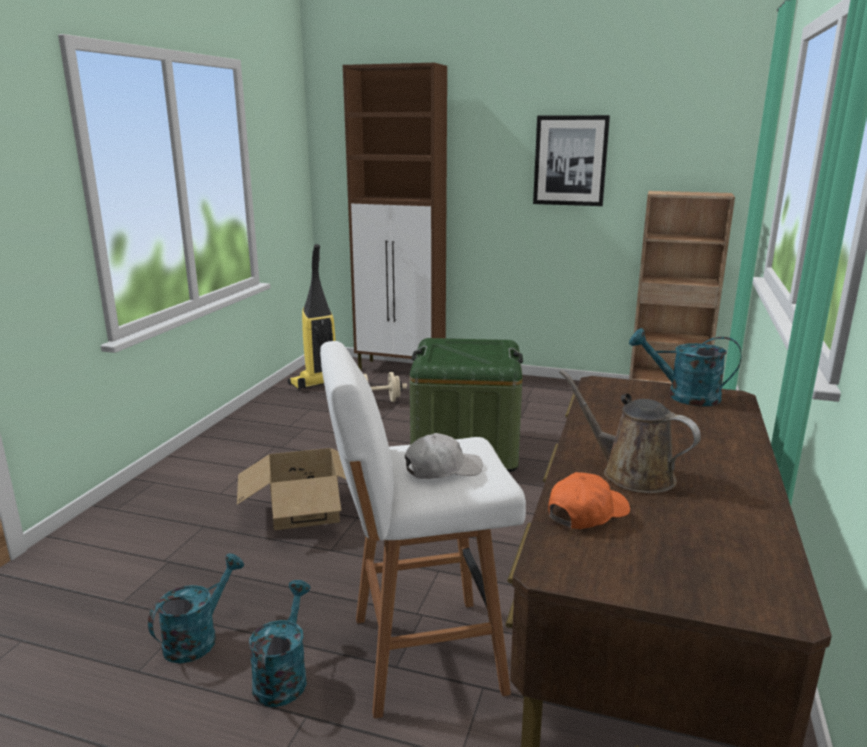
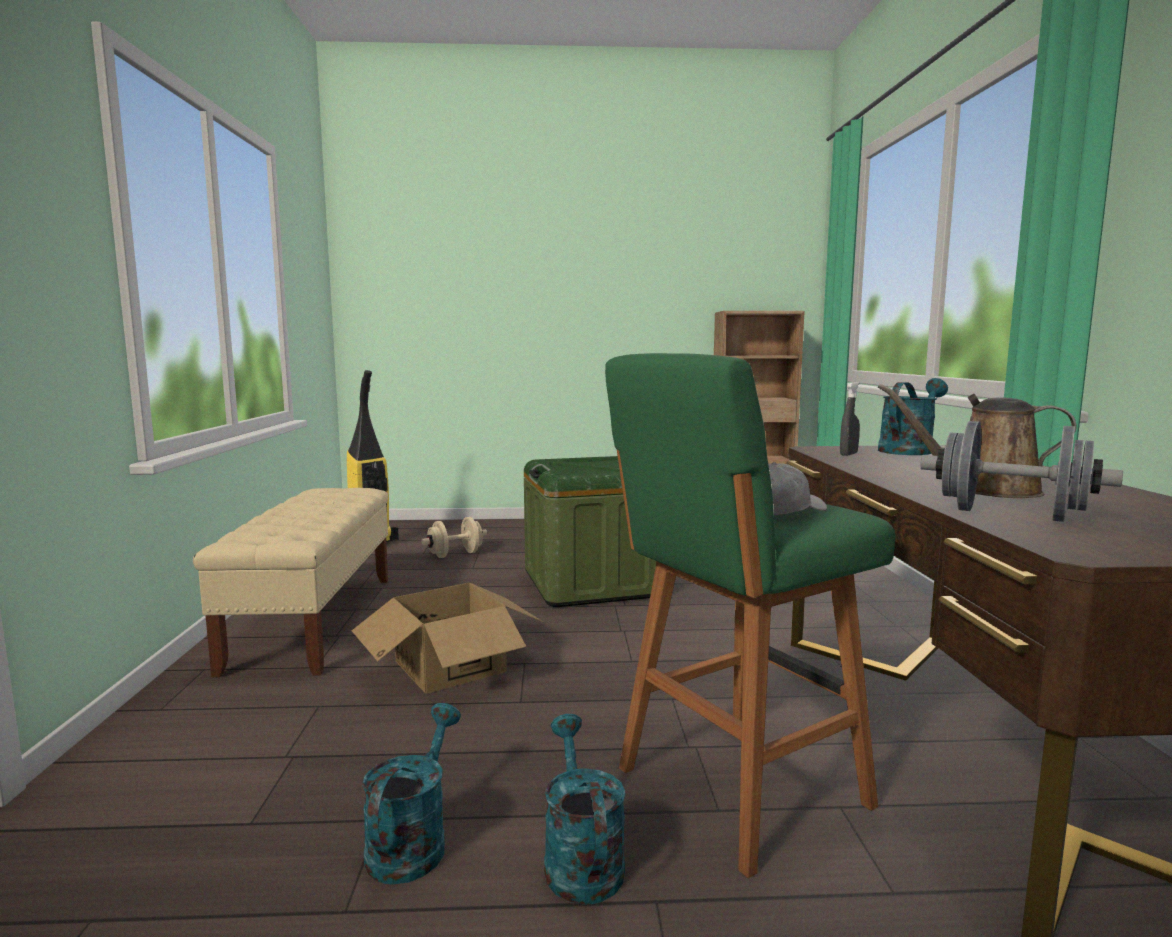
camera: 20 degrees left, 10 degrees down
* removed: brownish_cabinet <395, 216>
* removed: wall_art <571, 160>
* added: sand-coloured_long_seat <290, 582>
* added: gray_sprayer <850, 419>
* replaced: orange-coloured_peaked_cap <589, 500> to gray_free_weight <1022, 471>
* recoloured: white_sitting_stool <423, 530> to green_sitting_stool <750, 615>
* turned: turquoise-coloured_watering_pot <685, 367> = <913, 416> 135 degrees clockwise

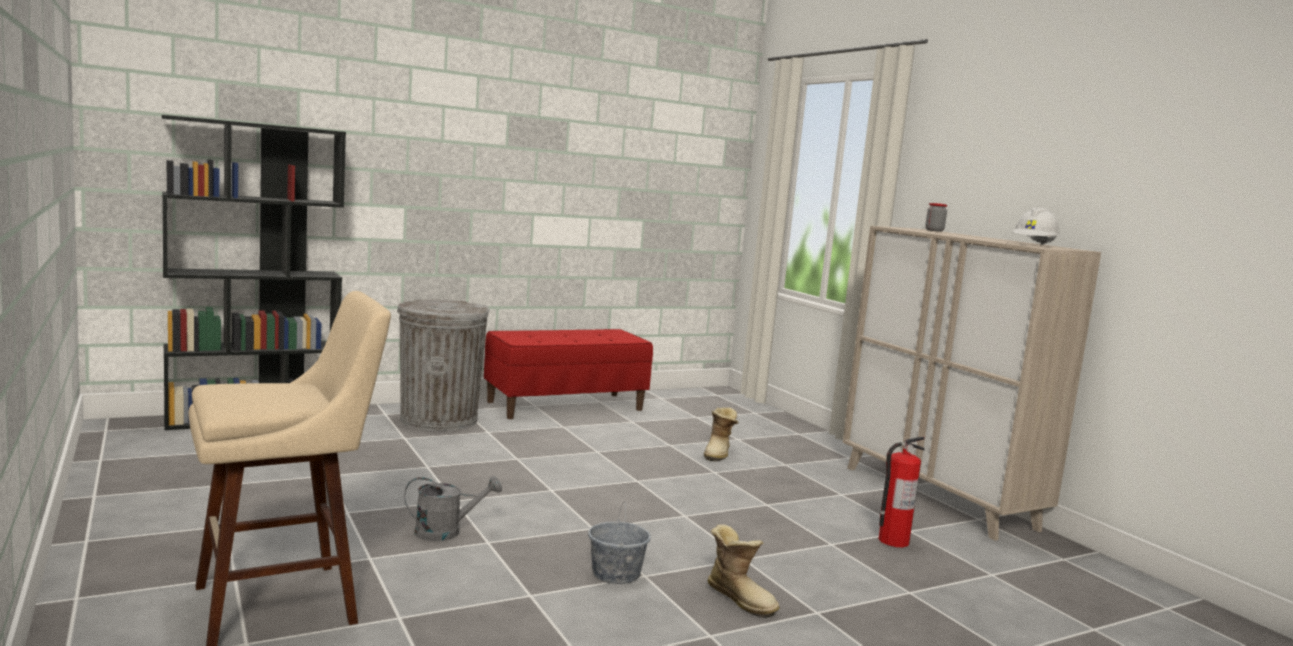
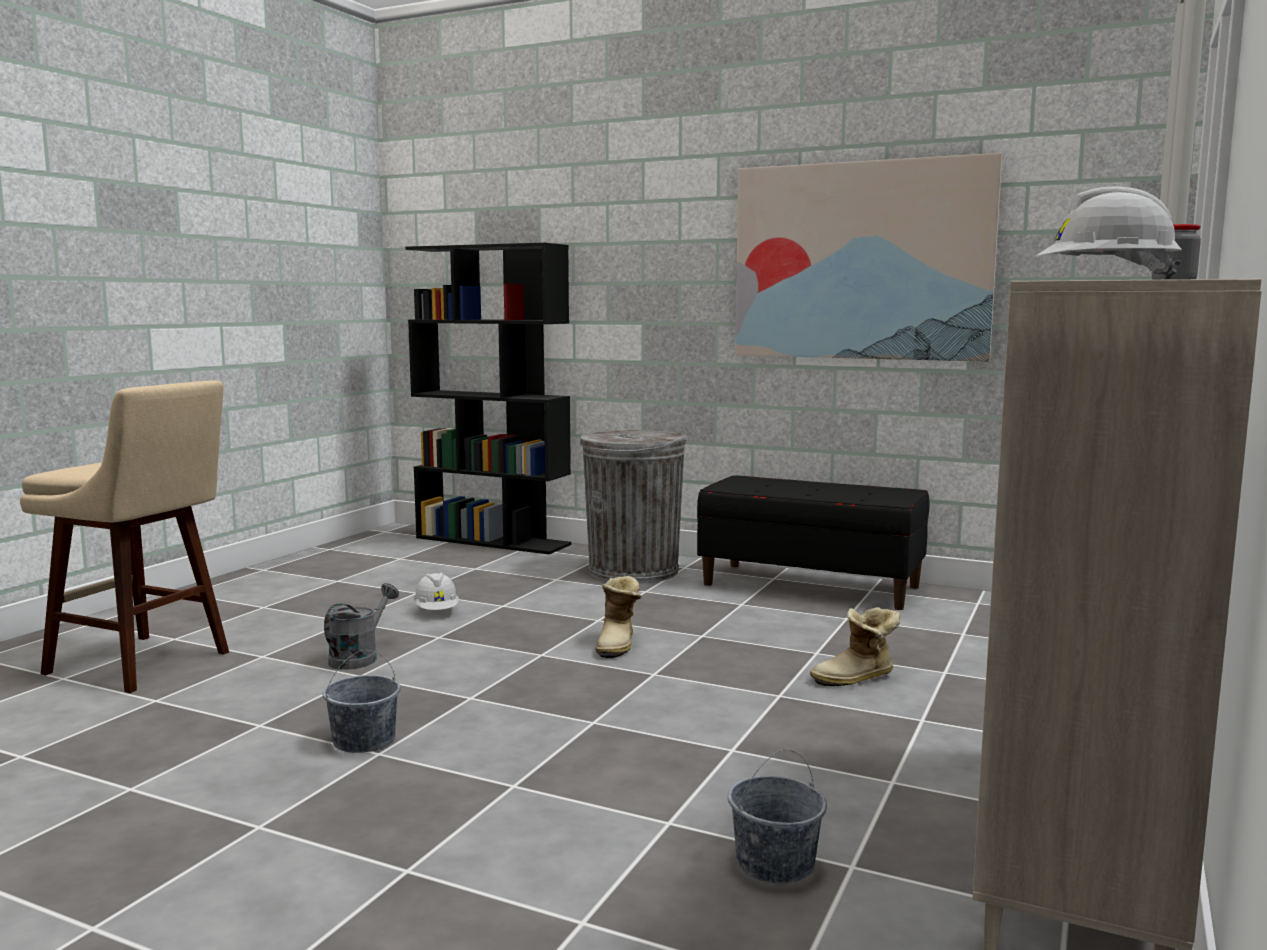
camera: 55 degrees right, 0 degrees up
* added: white_work_helmet <436, 591>
* added: wall_art <868, 257>
* moved: boot <744, 571> to <619, 617>
* replaced: fire-fighting_cylinder <901, 491> to gray_pail <777, 816>
* recoloured: reddish_long_seat <568, 374> to black-coloured_long_seat <813, 542>
* turned: gray_watering_pot <453, 508> = <361, 626> 105 degrees counterclockwise

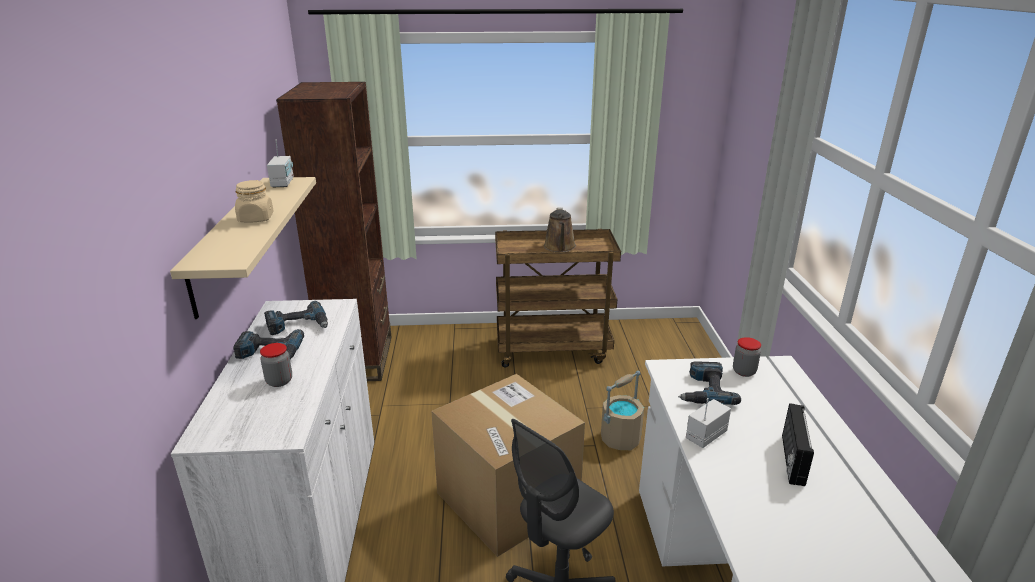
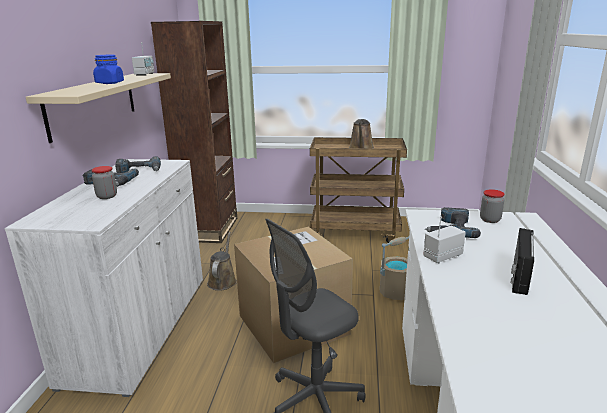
camera: 10 degrees right, 5 degrees down
* added: brownish_watering_pot <222, 261>
* recoloured: sand-coloured_preserve_jar <254, 201> to blue-coloured_preserve_jar <108, 69>

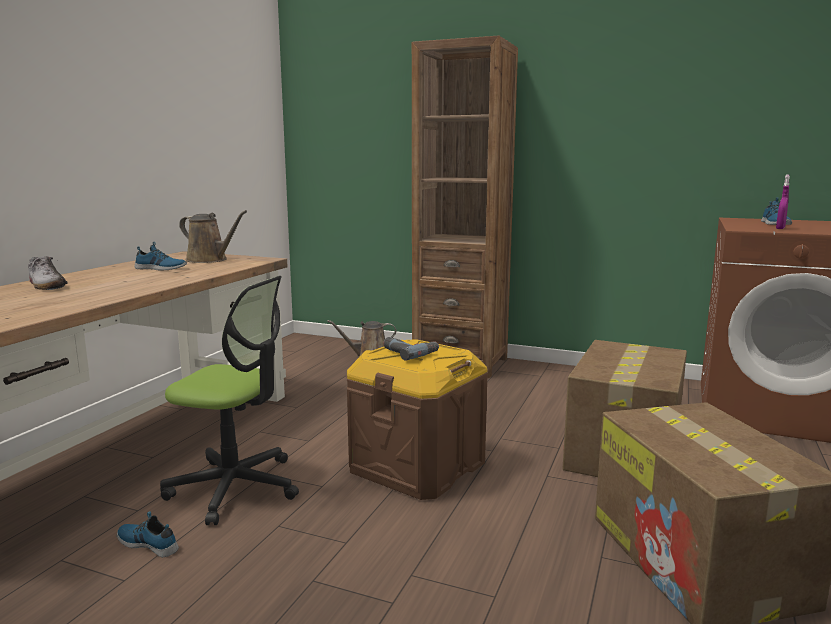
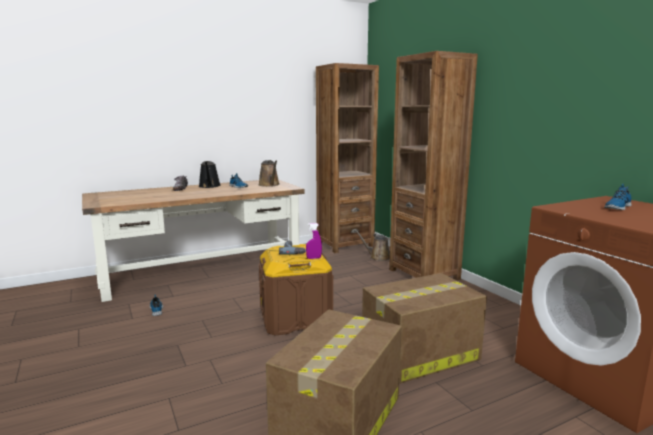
camera: 40 degrees right, 0 degrees up
* removed: office_chair <229, 400>
* added: black-coloured_watering_pot <210, 174>
* added: brownish_bookcase <347, 158>
* moved: purple_sprayer <783, 202> to <314, 241>

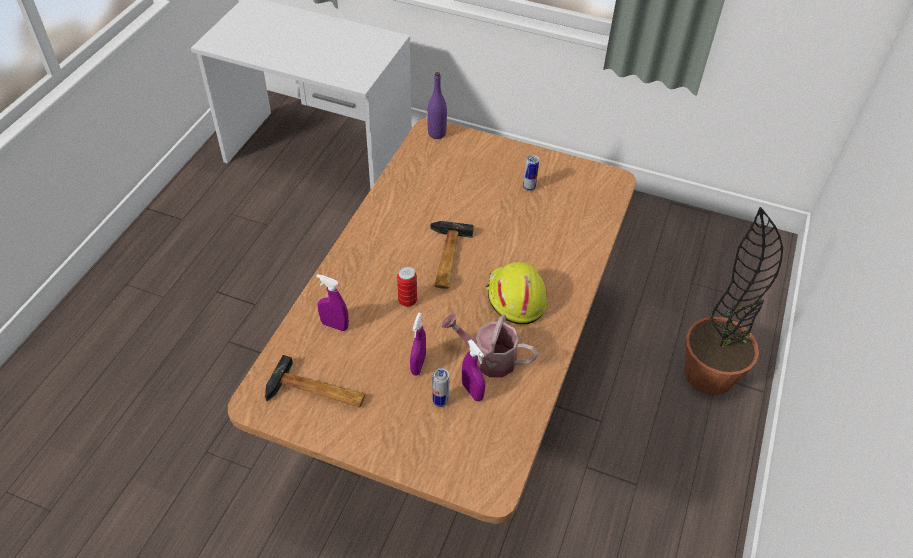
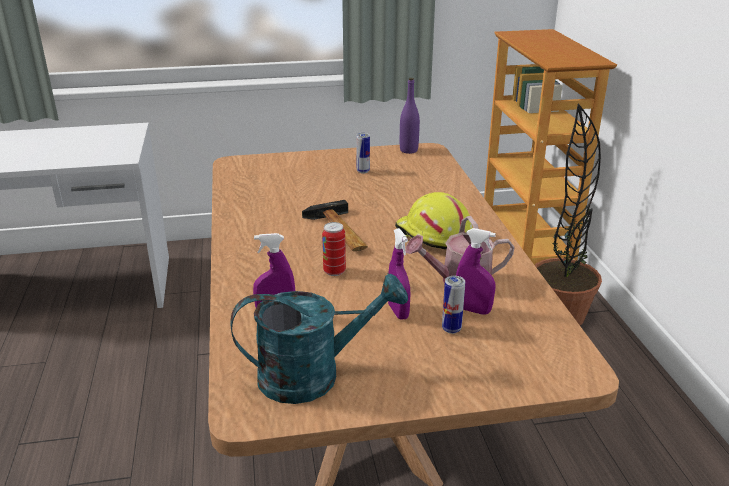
camera: 30 degrees left, 20 degrees down
* added: bookcase <550, 147>
* moved: purple_drink_bottle <437, 105> to <410, 116>
* replaced: tool_hammer <315, 381> to turquoise-coloured_watering_pot <319, 338>

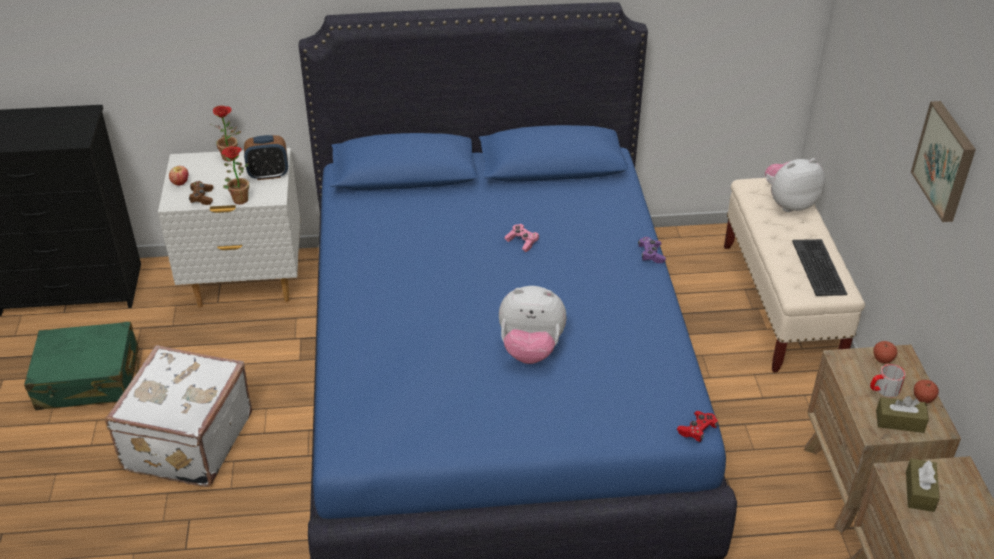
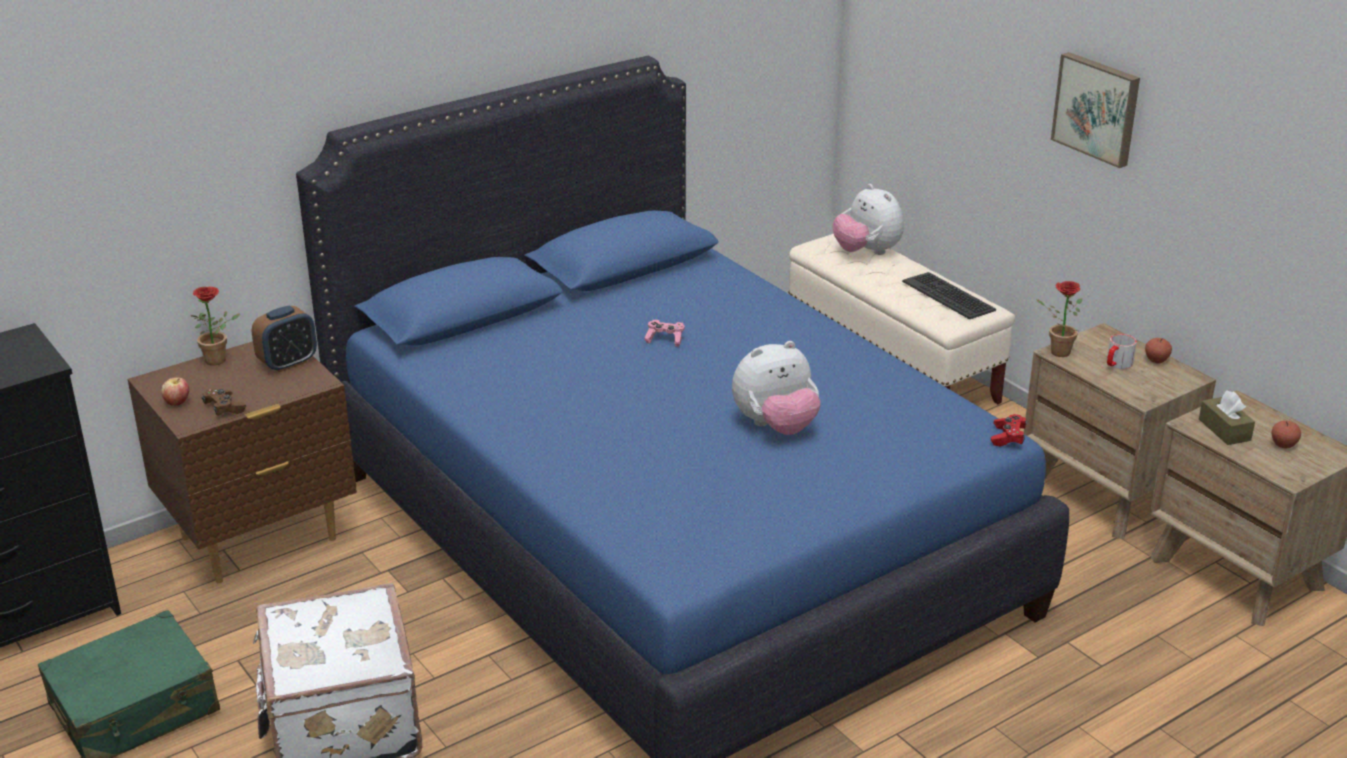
camera: 30 degrees left, 10 degrees down
* removed: purple_gamepad <652, 250>
* removed: brownish_box_of_tissues <902, 414>
* moved: plant_in_a_pot <235, 175> to <1059, 319>
* moved: apple_fruit <885, 352> to <1286, 435>
* recoloured: white_bedside_table <229, 228> to brownish_bedside_table <242, 462>
* turned: plush_toy <795, 185> = <868, 219> 75 degrees counterclockwise

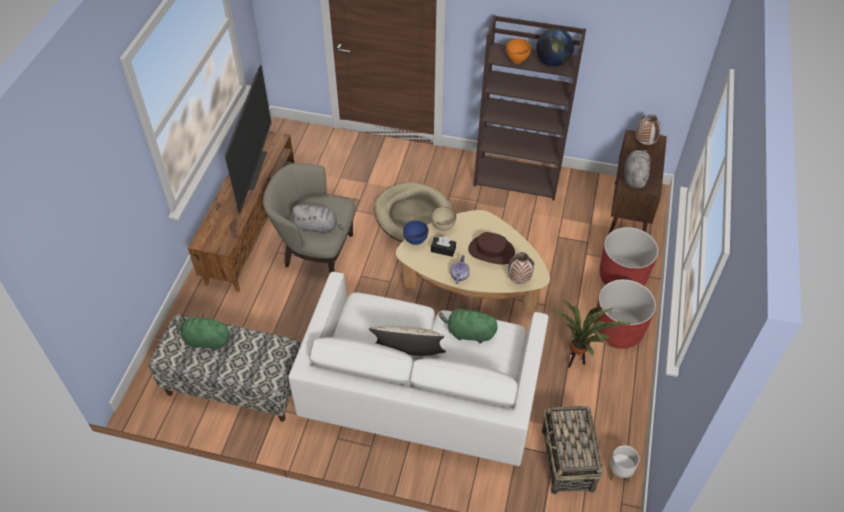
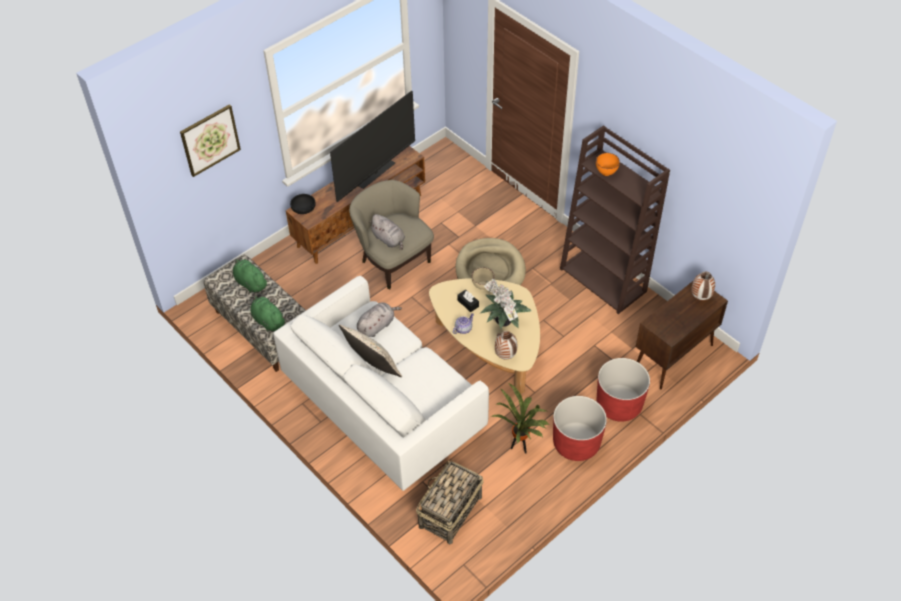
camera: 35 degrees right, 0 degrees up
* removed: blue-coloured_deep_dish <415, 232>
* removed: world_globe <555, 47>
* removed: white_planter <624, 464>
* added: wall_art <210, 140>
* added: black-coloured_deep_dish <303, 204>
* moved: green_plush_toy <468, 325> to <268, 313>
* moved: gray_plush_toy <638, 169> to <379, 319>
* replaced: brownish_hat <491, 248> to plant_in_a_pot <506, 304>

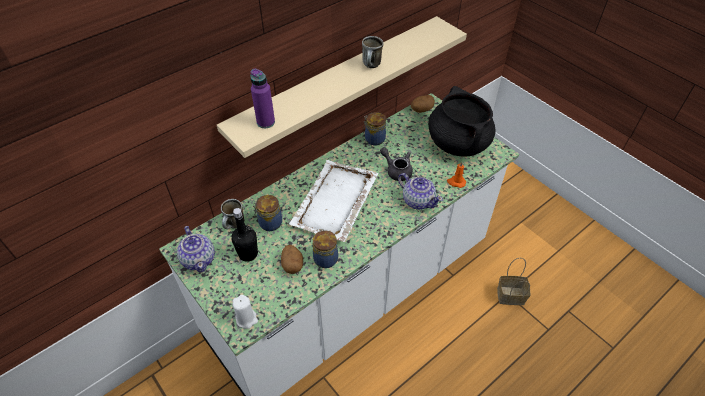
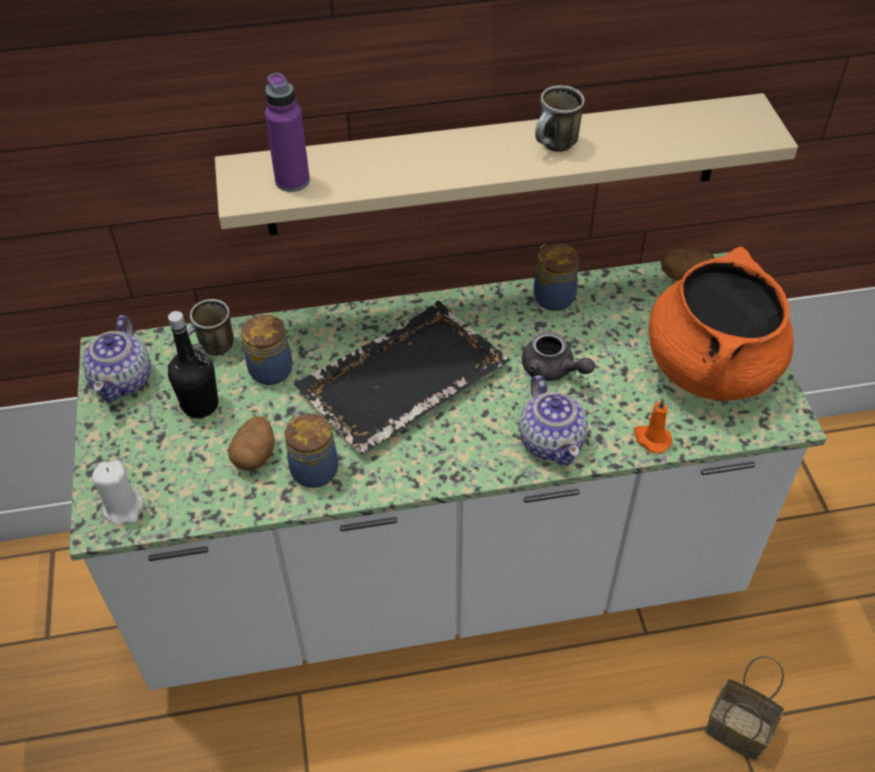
camera: 30 degrees right, 0 degrees up
* recoloured: white_tray <333, 201> to black-coloured_tray <402, 378>
* recoloured: black-coloured_saucepot <462, 121> to orange-coloured_saucepot <721, 324>
* turned: gray_teapot <396, 164> = <558, 356> 150 degrees clockwise

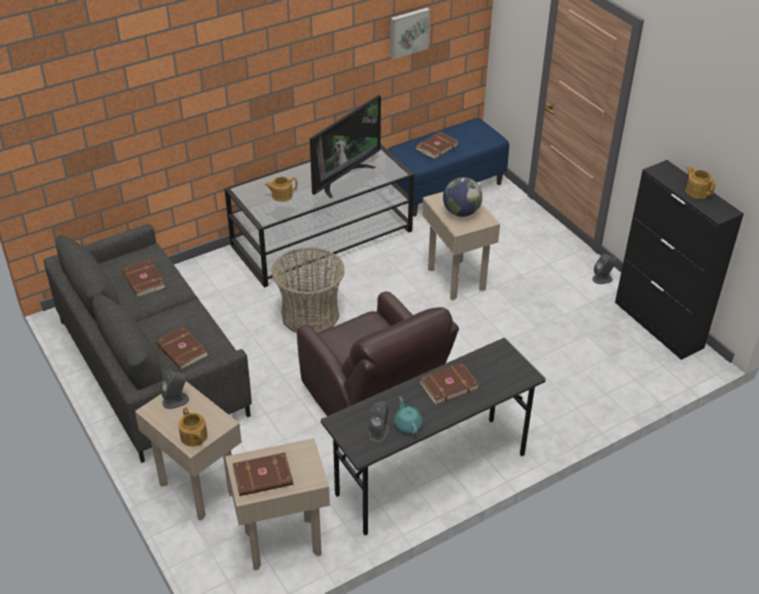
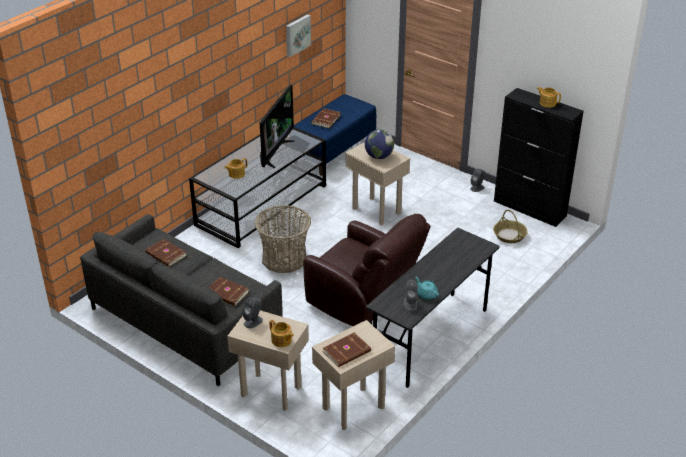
camera: 20 degrees left, 5 degrees down
* removed: brownish_bound_book <449, 383>
* added: household_basket <510, 226>

